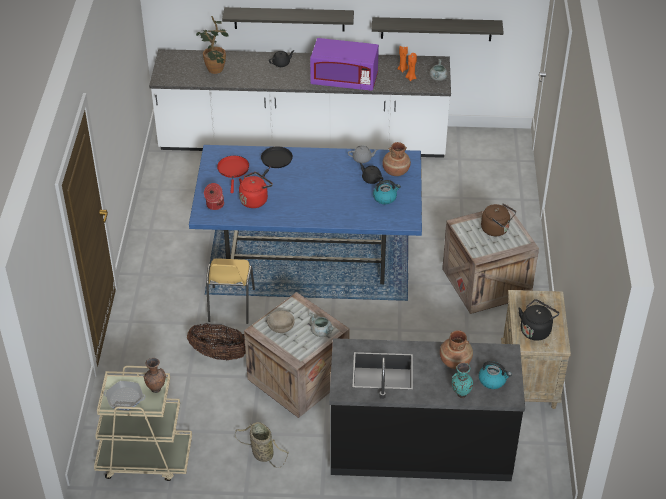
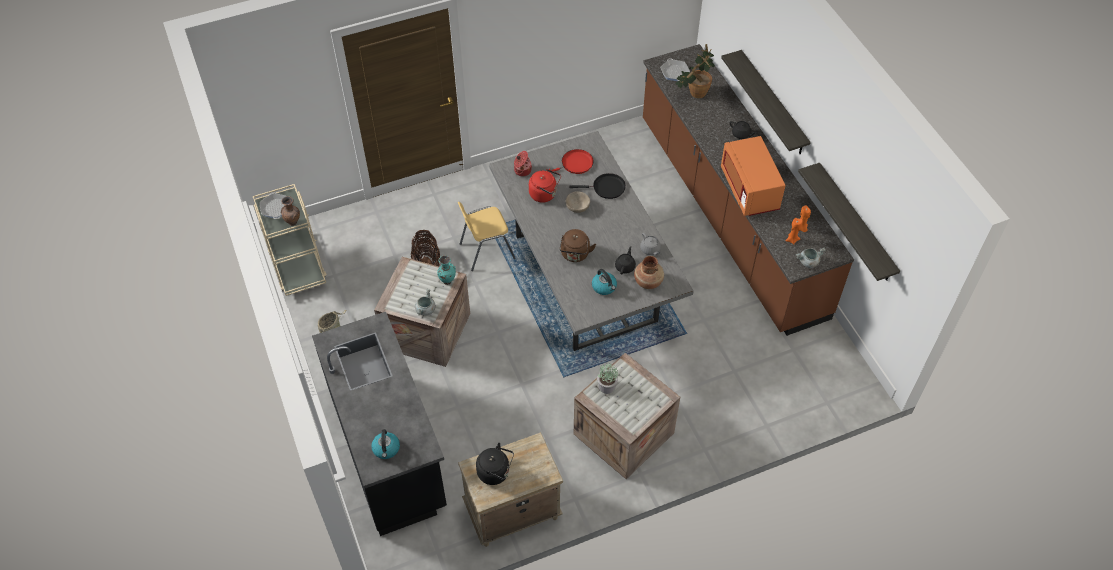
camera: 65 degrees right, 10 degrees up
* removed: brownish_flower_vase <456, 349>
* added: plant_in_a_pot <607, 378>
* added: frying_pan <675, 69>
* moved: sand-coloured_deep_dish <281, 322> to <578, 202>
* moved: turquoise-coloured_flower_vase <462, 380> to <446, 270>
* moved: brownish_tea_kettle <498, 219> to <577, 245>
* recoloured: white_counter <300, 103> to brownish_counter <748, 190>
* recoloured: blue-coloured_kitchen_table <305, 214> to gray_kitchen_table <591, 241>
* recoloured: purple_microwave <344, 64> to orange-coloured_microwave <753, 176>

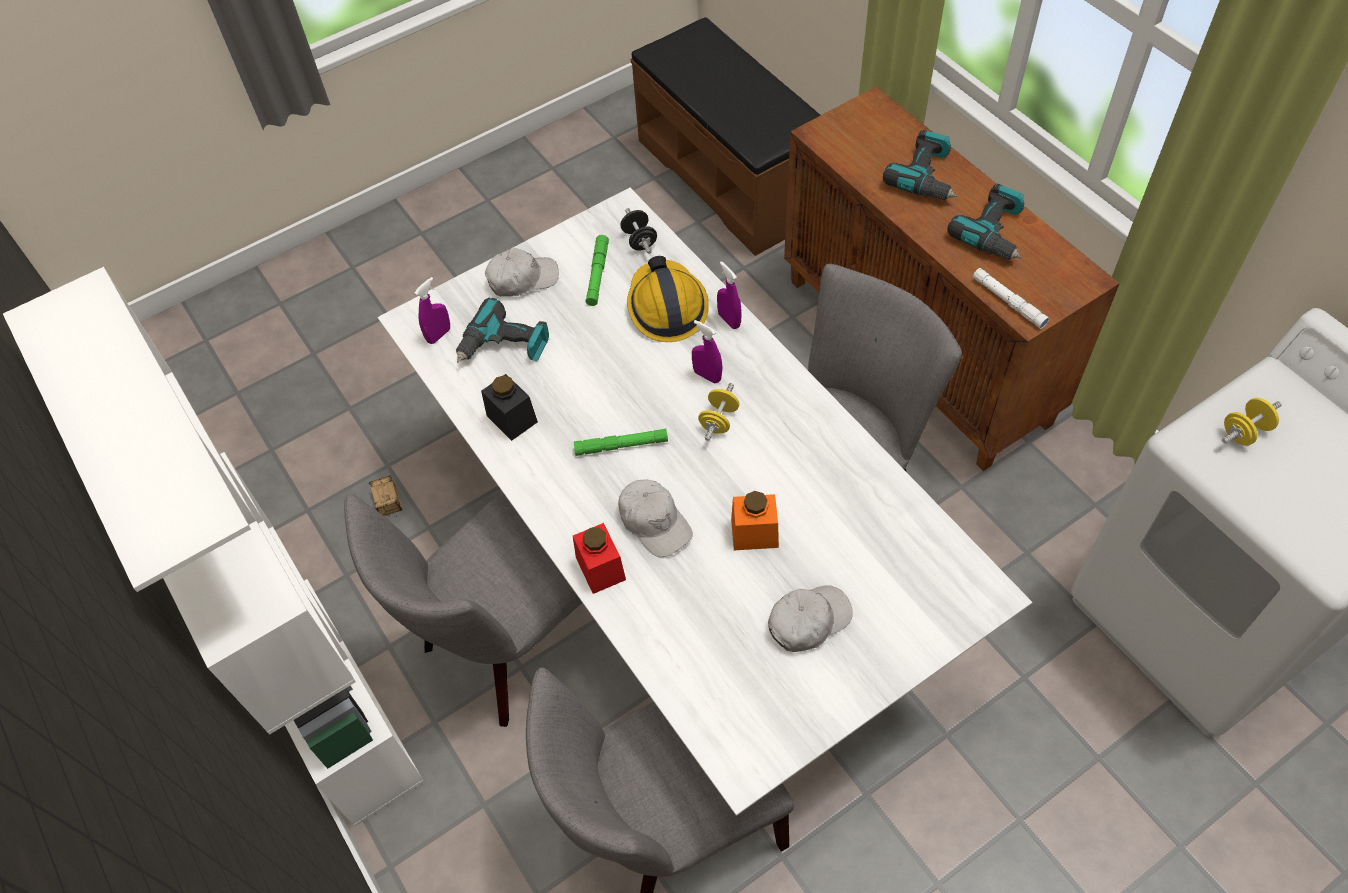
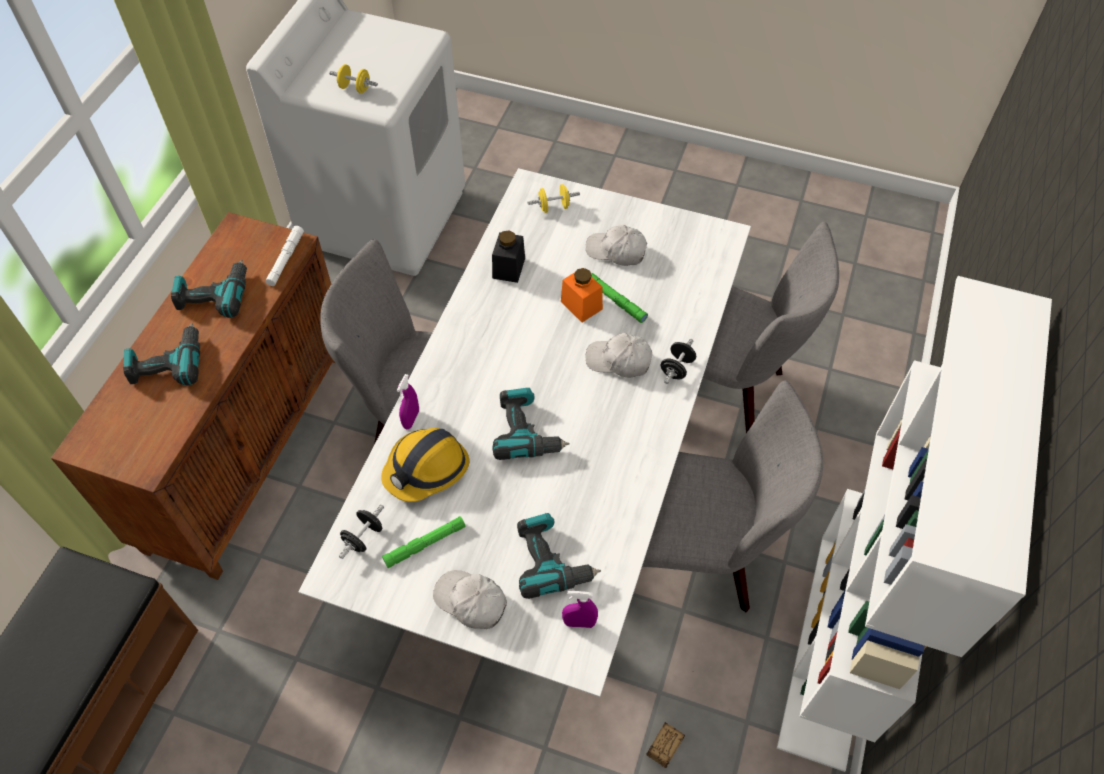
camera: 130 degrees left, 0 degrees up
* removed: purple_sprayer <707, 351>
* added: drill <530, 424>
* moved: black-coloured_preserve_jar <509, 407> to <508, 257>
* moved: green_hand_torch <621, 442> to <619, 298>
* moved: yellow-coloured_free_weight <718, 412> to <554, 198>
* replaced: reddish_preserve_jar <599, 558> to black-coloured_free_weight <678, 361>
* turned: white_peaked_cap <655, 518> = <619, 355> 90 degrees counterclockwise

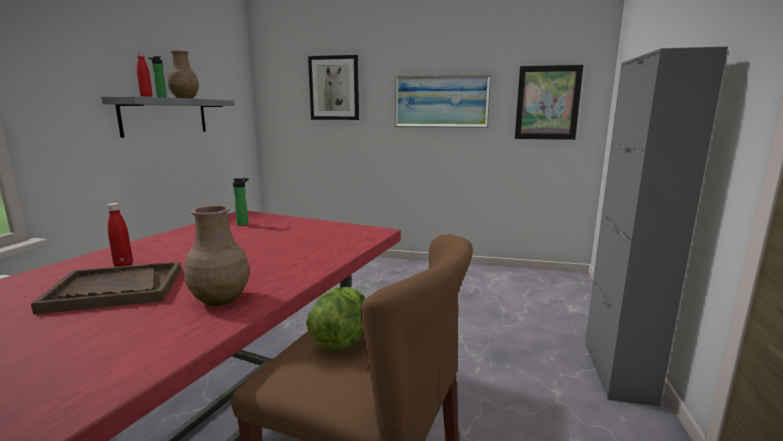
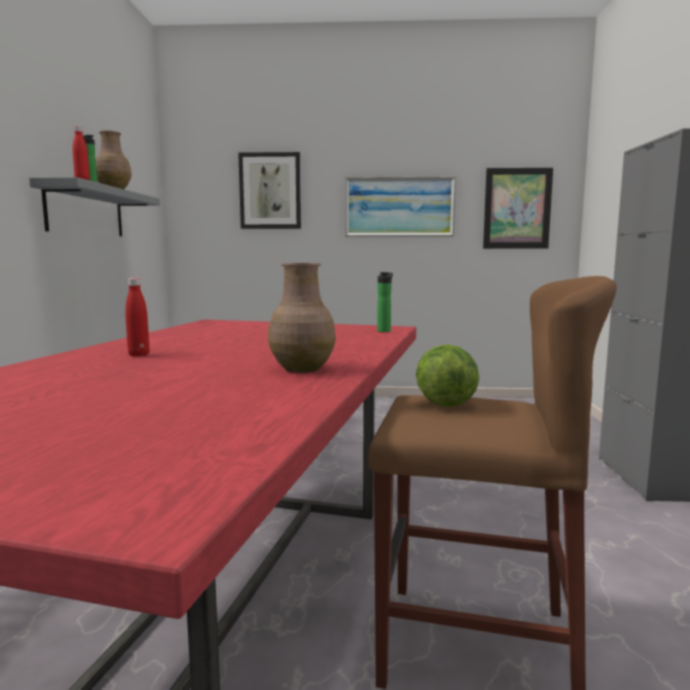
camera: 10 degrees left, 5 degrees down
* removed: brownish_tray <106, 288>
* moved: drink_bottle <241, 202> to <385, 302>

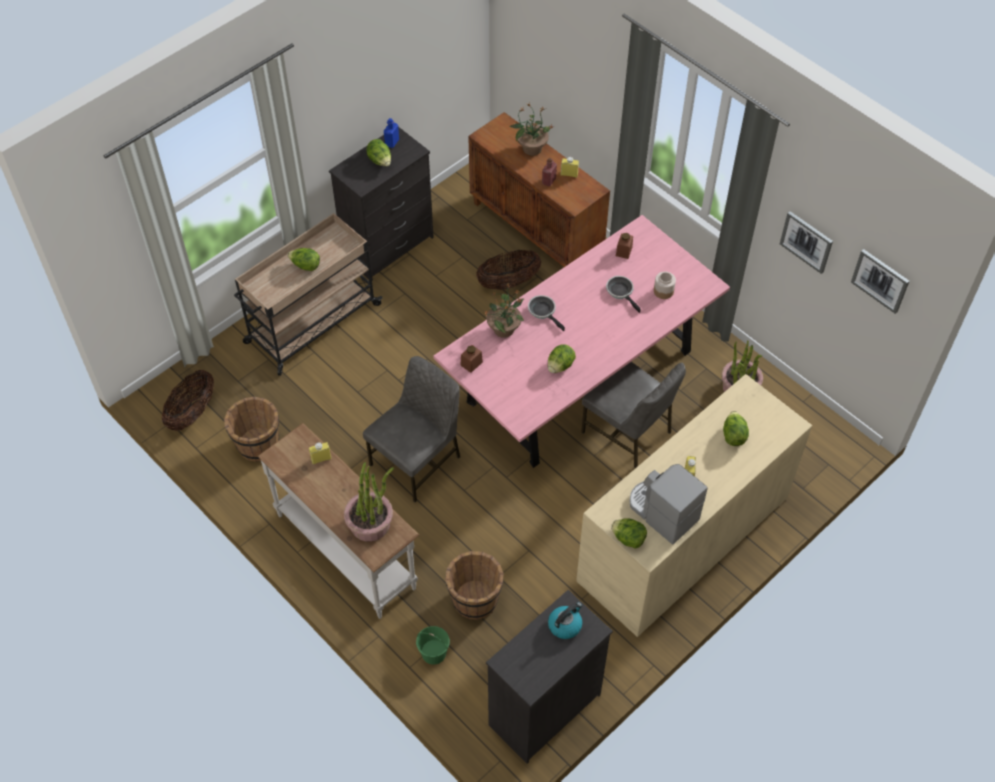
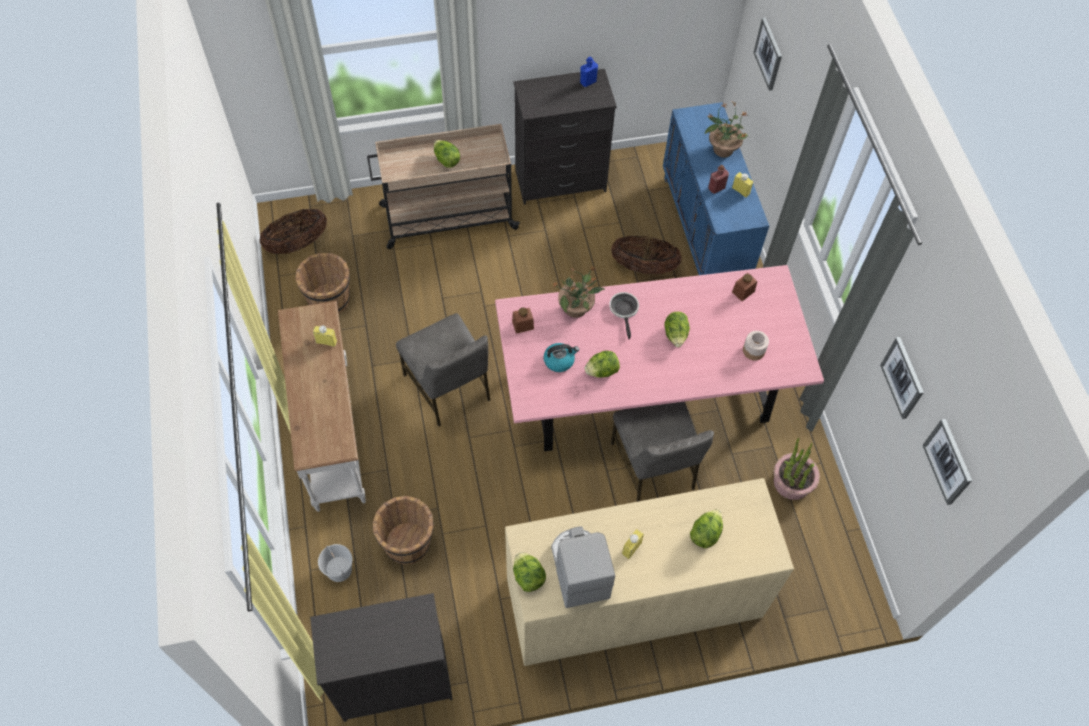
camera: 30 degrees right, 5 degrees up
* removed: plant_in_a_pot <369, 502>
* removed: frying_pan <623, 294>
* added: wall_art <767, 54>
* moved: lettuce_head <378, 152> to <677, 329>
* moved: tea_kettle <565, 620> to <561, 357>
* recoloured: green_pail <433, 645> to white_pail <335, 563>
* recoloured: brownish_cabinet <539, 189> to blue-coloured_cabinet <716, 188>
* turned: gray_upright_chair <411, 429> = <443, 369> 75 degrees clockwise

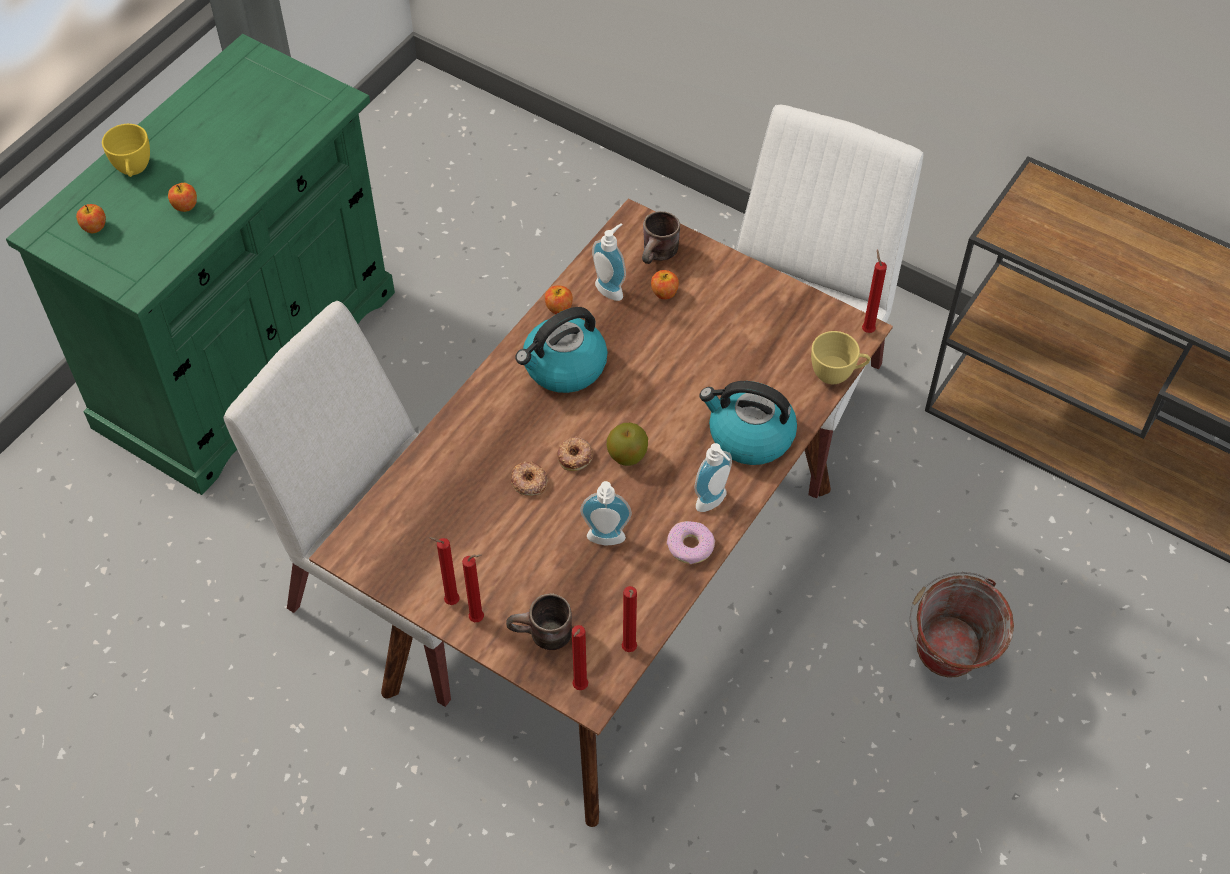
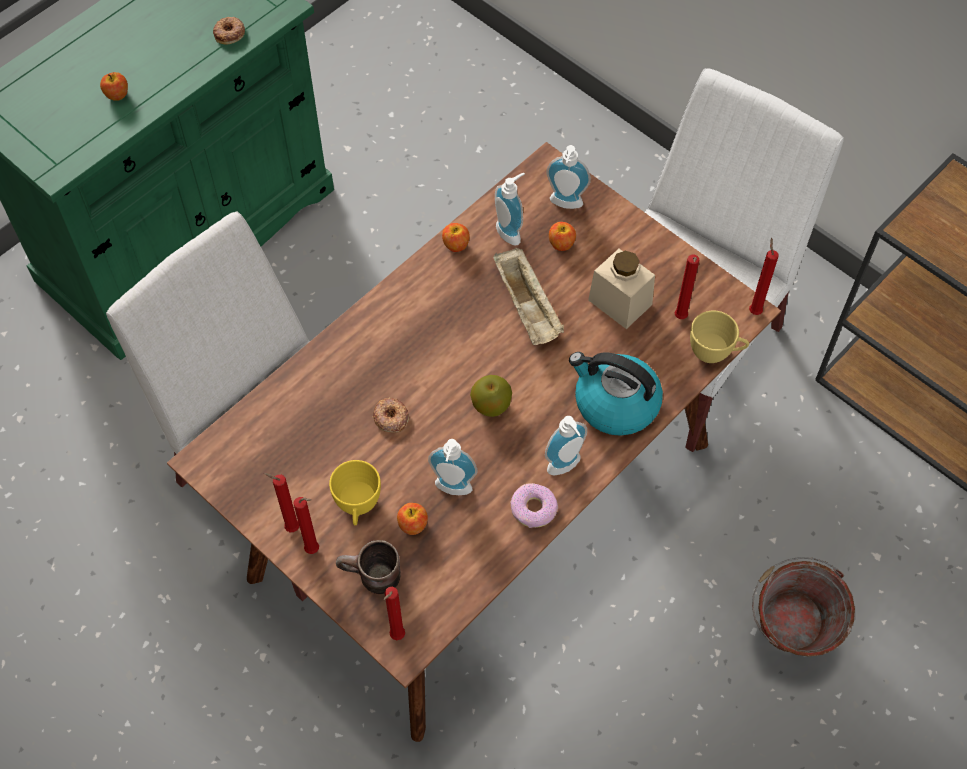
camera: 10 degrees right, 5 degrees up
* removed: tea_kettle <561, 350>
* added: sand-coloured_tray <528, 296>
* added: sand-coloured_preserve_jar <621, 289>
* moved: apple_fruit <91, 218> to <412, 519>
* moved: yellow-coloured_small_cup <126, 150> to <355, 493>
* moved: donut <575, 454> to <229, 30>
* moved: reddish_candle <629, 619> to <687, 287>
* replaced: brownish_tea_mug <661, 237> to liquid_soap_bottle <568, 177>

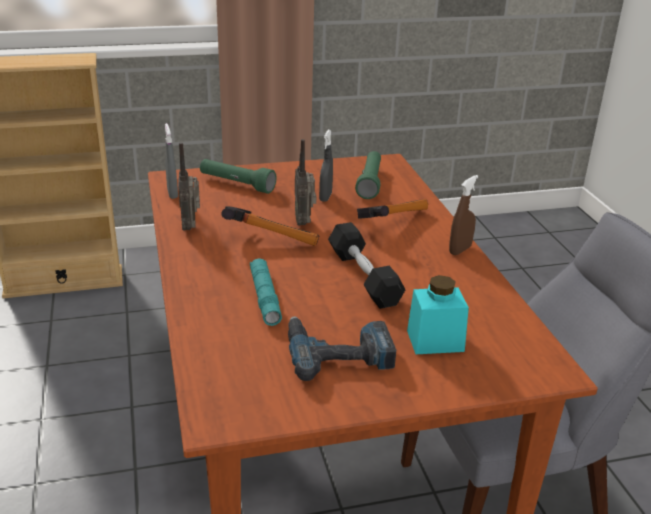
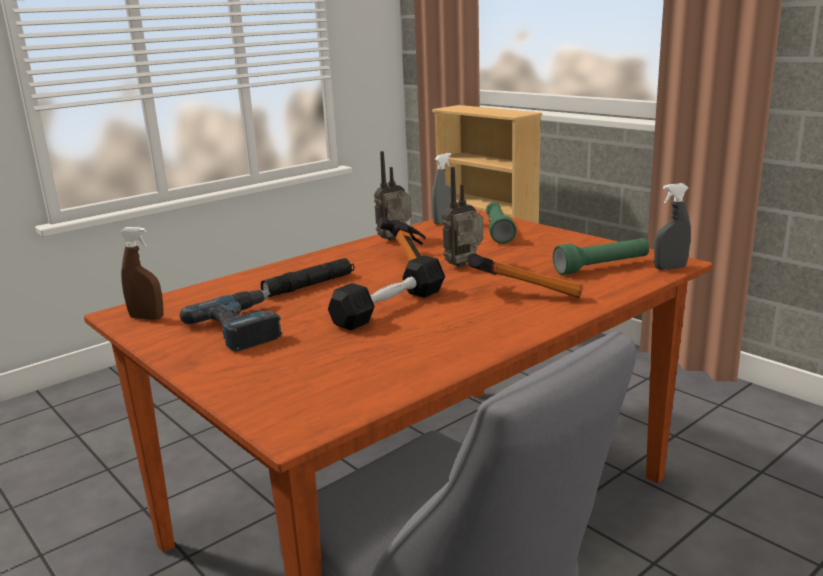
camera: 65 degrees right, 10 degrees down
* removed: turquoise-coloured_preserve_jar <438, 314>
* moved: gray_sprayer <326, 166> to <672, 226>
* moved: brownish_sprayer <463, 215> to <141, 273>
* recoloured: turquoise-coloured_hand_torch <266, 292> to black-coloured_hand_torch <307, 278>

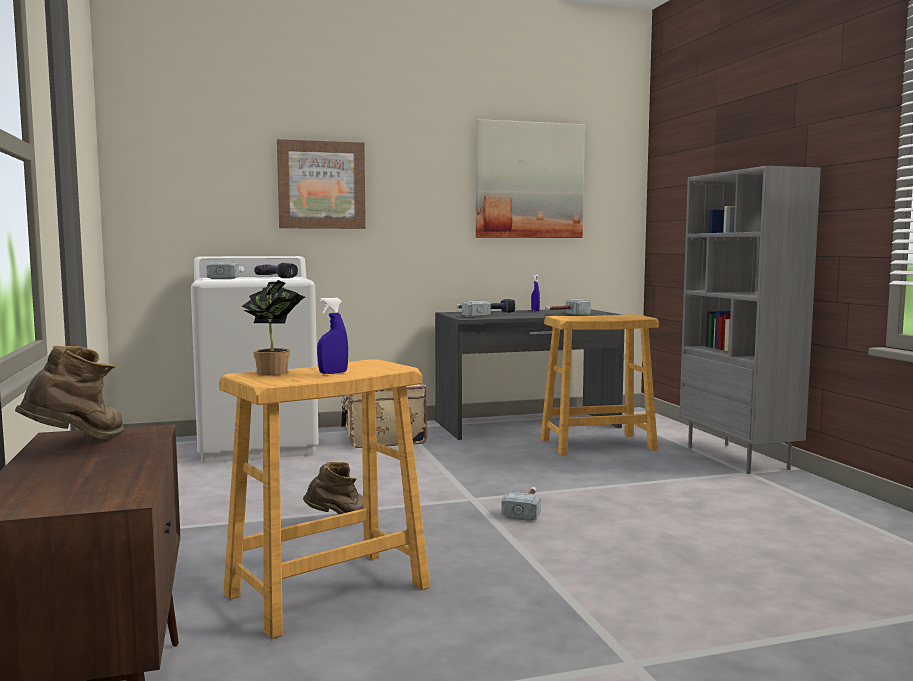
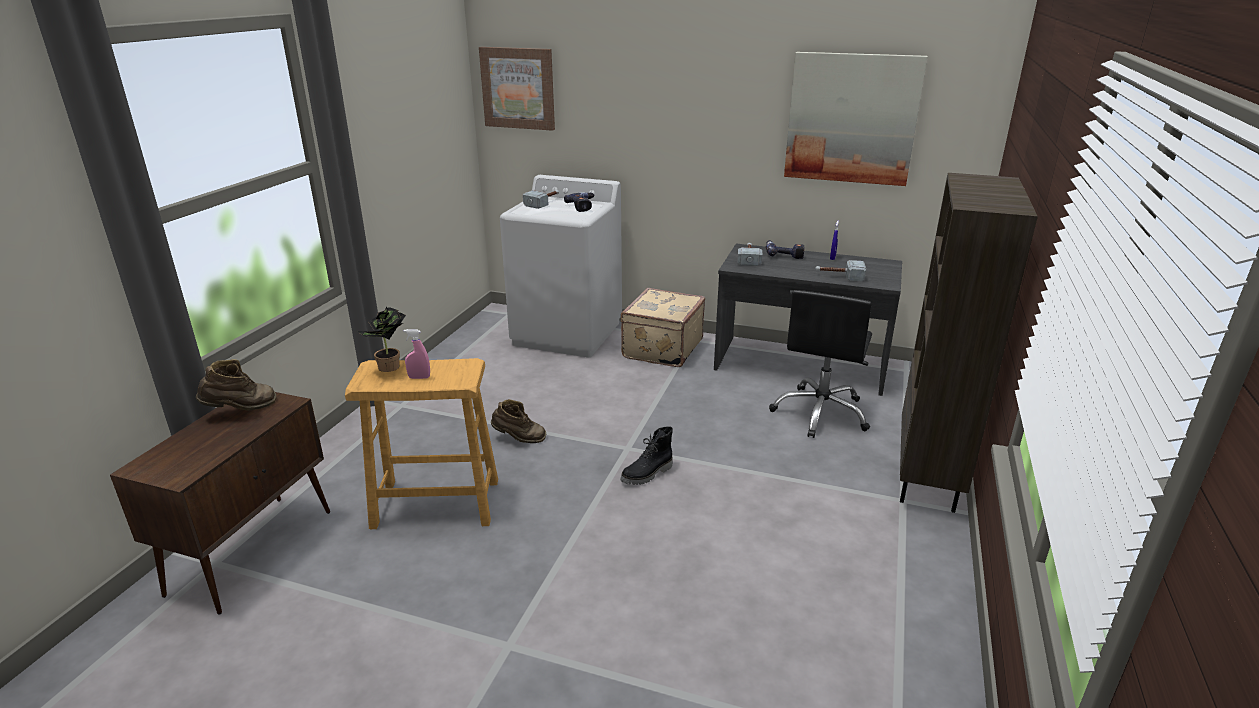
camera: 35 degrees right, 20 degrees up
* moved: wall_art <321, 184> to <517, 89>
* replaced: tool_hammer <521, 504> to black-coloured_boot <646, 455>
* replaced: sand-coloured_sitting_stool <599, 385> to black-coloured_office_chair <820, 364>
* recoloured: blue-coloured_sprayer <332, 336> to pink-coloured_sprayer <417, 354>
* recoloured: gray_bookcase <750, 320> to brownish_bookcase <969, 343>

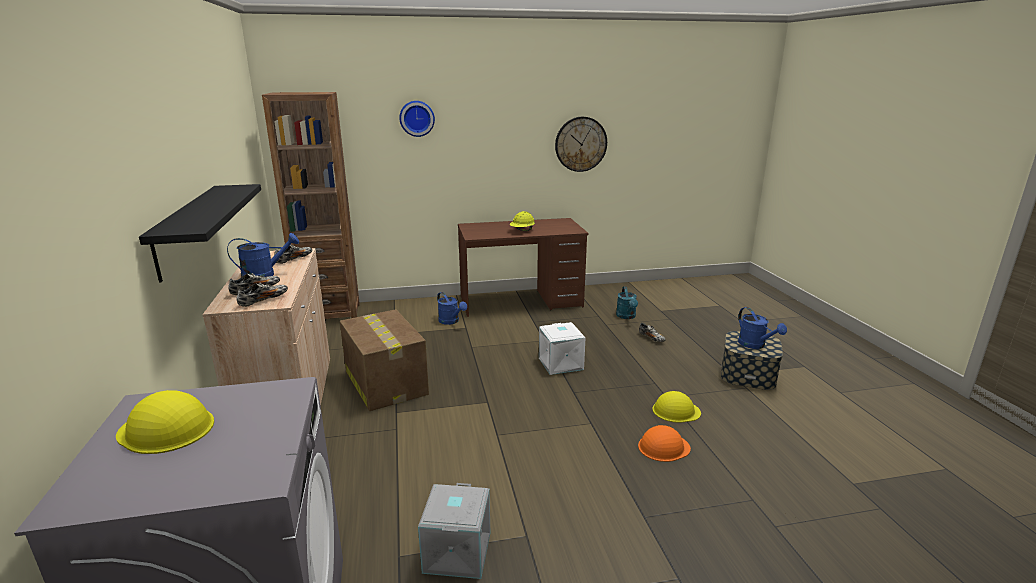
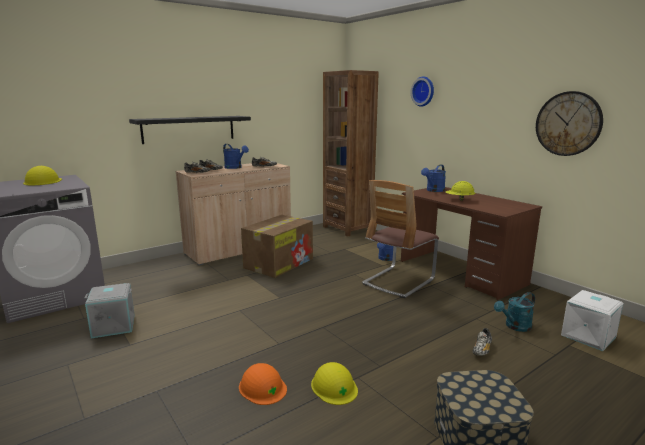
camera: 65 degrees right, 5 degrees down
* added: upright_chair <400, 239>
* moved: white_storage_container <562, 348> to <592, 320>
* moved: blue-coloured_watering_pot <762, 328> to <433, 178>

